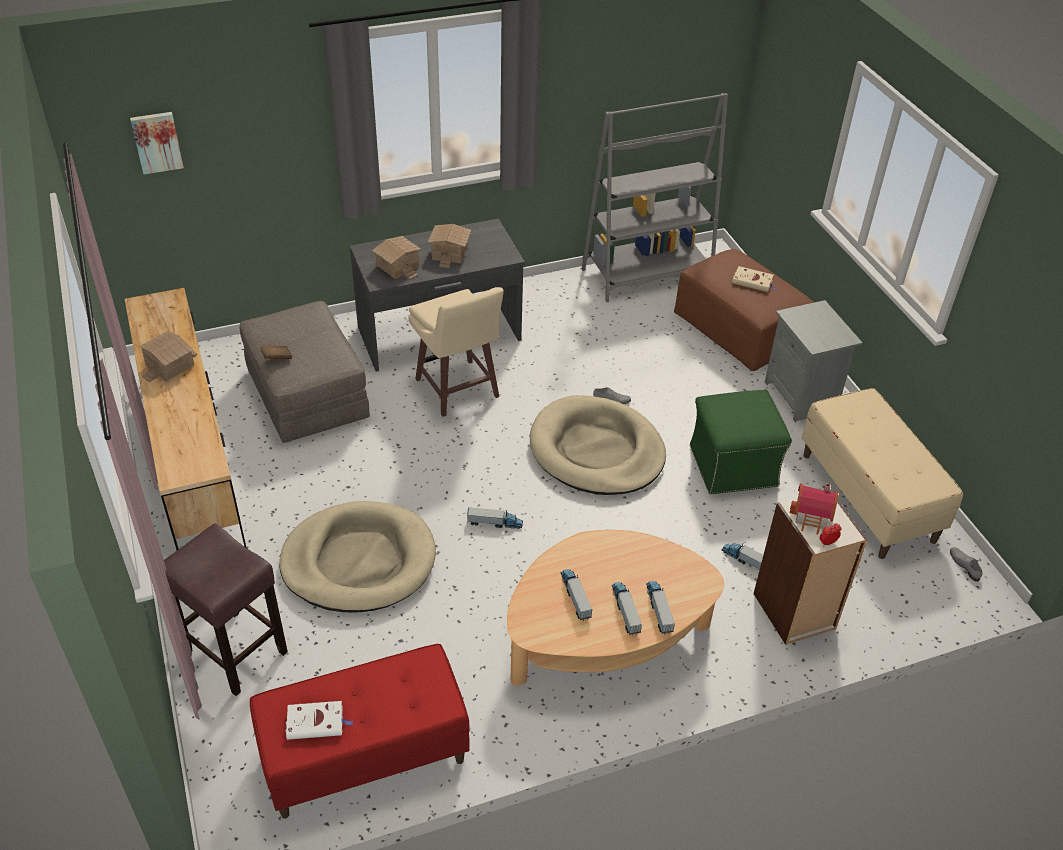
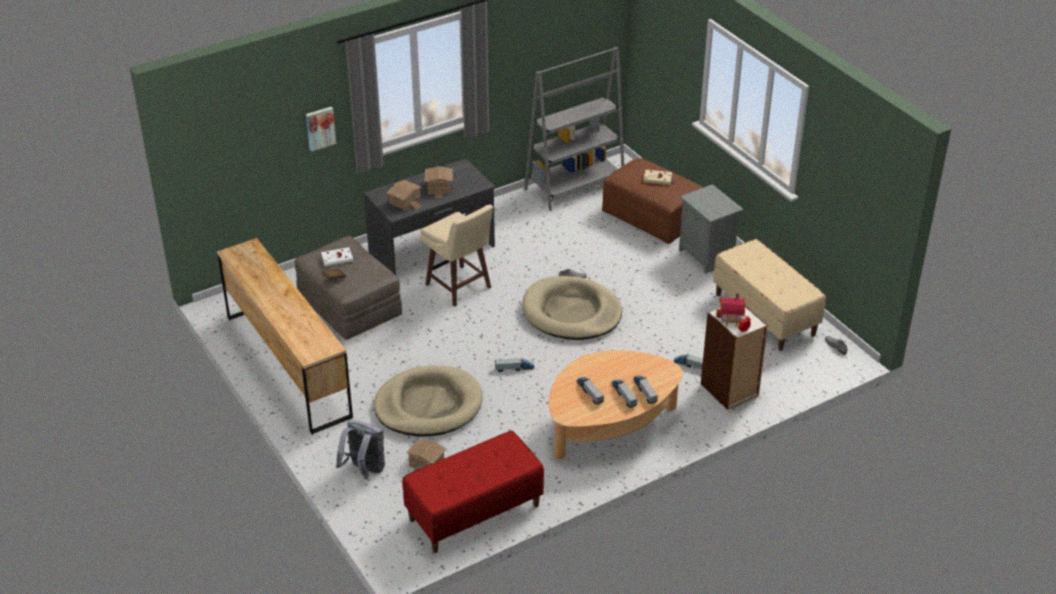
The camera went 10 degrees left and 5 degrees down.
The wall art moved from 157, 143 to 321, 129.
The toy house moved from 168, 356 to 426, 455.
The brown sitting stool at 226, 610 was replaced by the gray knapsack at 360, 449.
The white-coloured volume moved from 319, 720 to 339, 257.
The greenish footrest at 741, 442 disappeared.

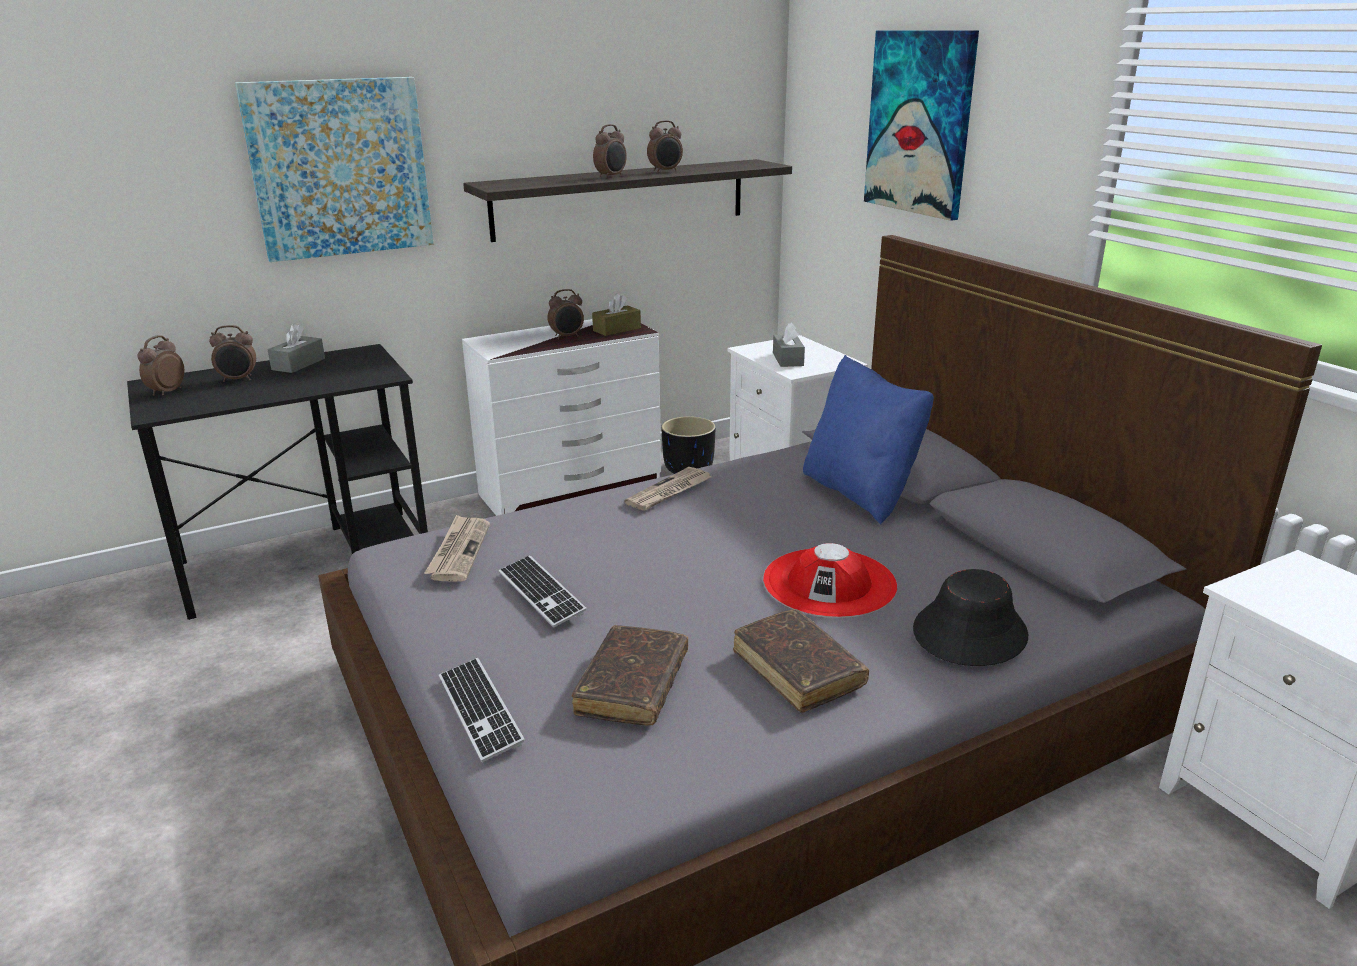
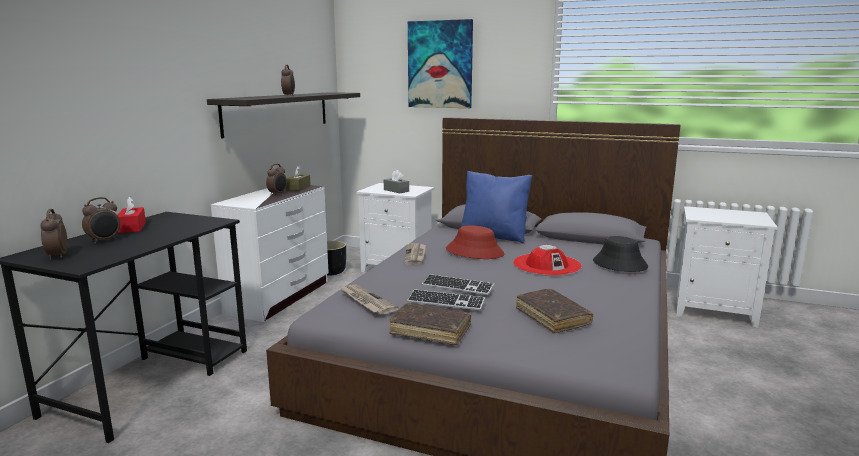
The camera went 40 degrees left and 10 degrees down.
The wall art at 334, 169 disappeared.
The gray tissue box at 296, 348 became the reddish tissue box at 131, 214.
The PC keyboard moved from 482, 710 to 458, 284.
The table clock at 665, 146 disappeared.
The brown volume moved from 801, 661 to 430, 324.
The reddish clothing hat at 475, 242 appeared.

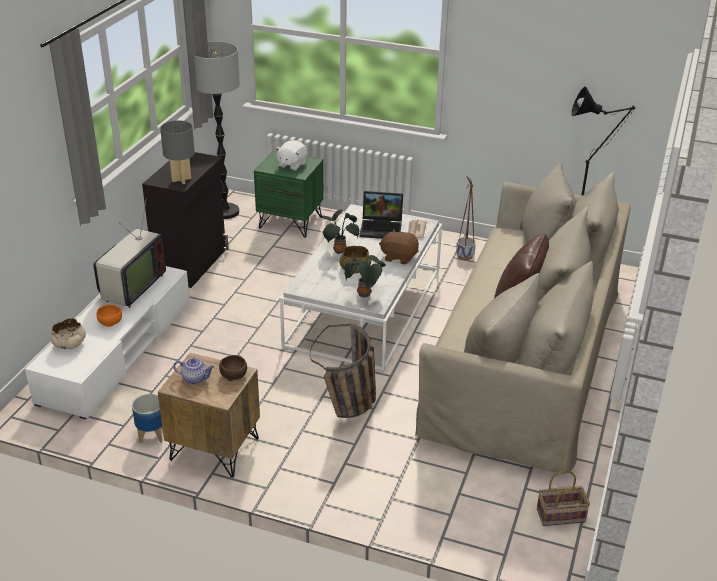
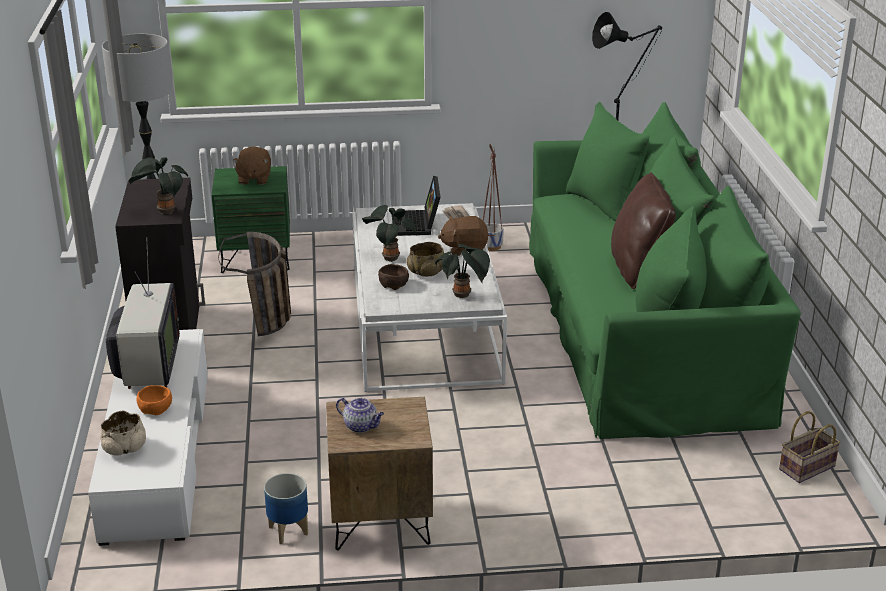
The camera went 25 degrees left and 5 degrees down.
The gray table lamp at 177, 152 was replaced by the potted plant at 158, 185.
The pot for tea at 193, 371 turned 45 degrees clockwise.
The brown serving bowl moved from 233, 368 to 393, 277.
The white-coloured soft toy at 291, 155 became the brown soft toy at 252, 165.
The basket moved from 343, 370 to 254, 284.
The laptop at 381, 215 turned 105 degrees clockwise.
The beige sofa at 523, 317 became the greenish sofa at 665, 270.

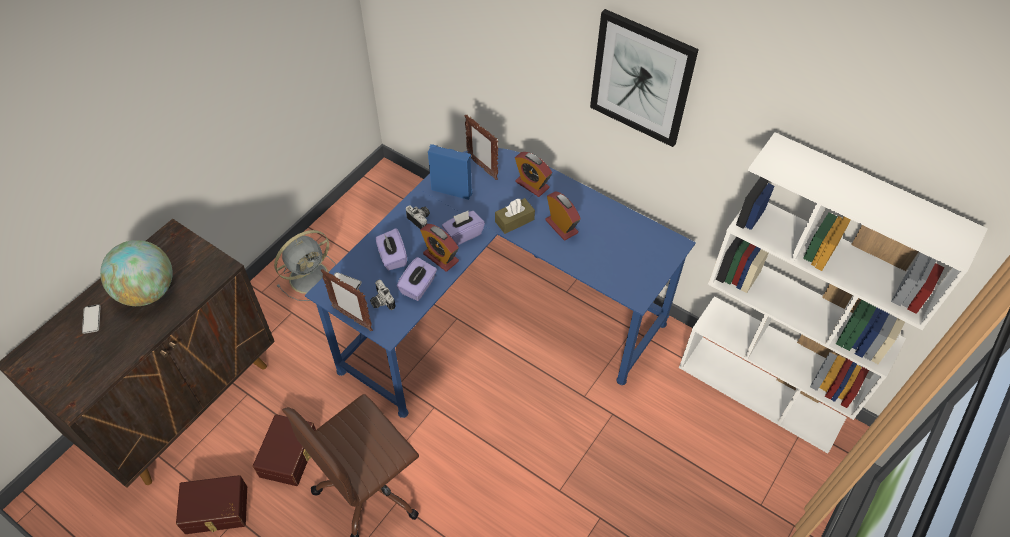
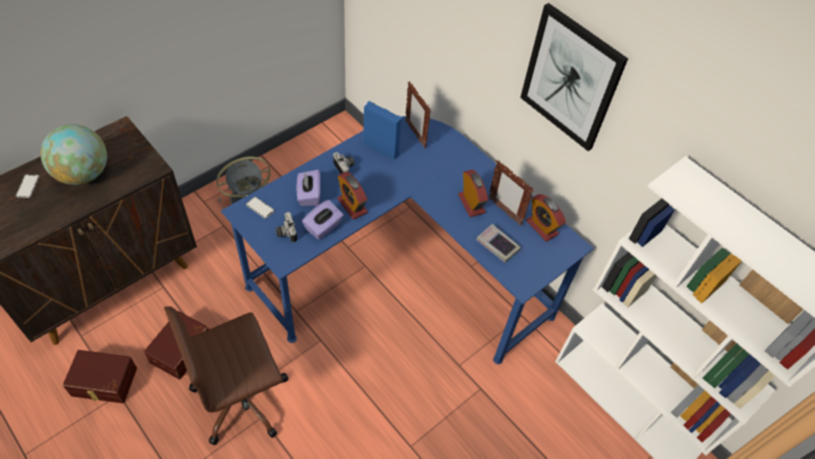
The camera went 10 degrees right and 0 degrees up.
The standing frame moved from 346, 300 to 511, 193.
The purplish tissue box at 463, 228 disappeared.
The brown tissue box at 515, 216 disappeared.
The table clock moved from 533, 174 to 546, 218.
The volume at 498, 243 appeared.

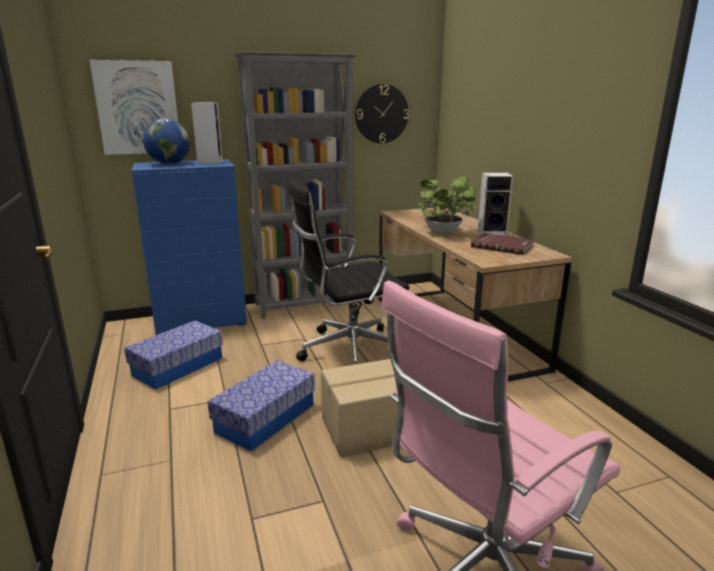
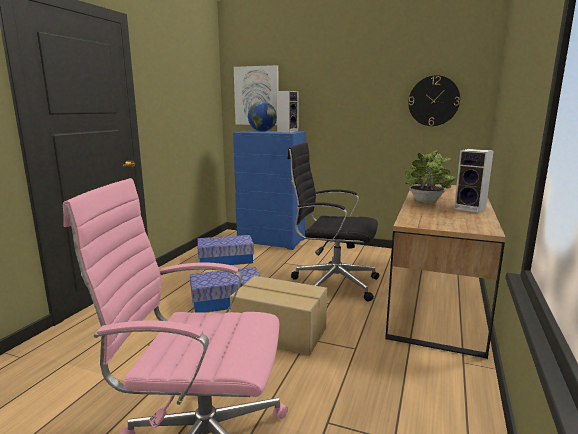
The camera went 40 degrees right and 5 degrees down.
The gray bookshelf at 295, 185 disappeared.
The reddish volume at 502, 244 disappeared.

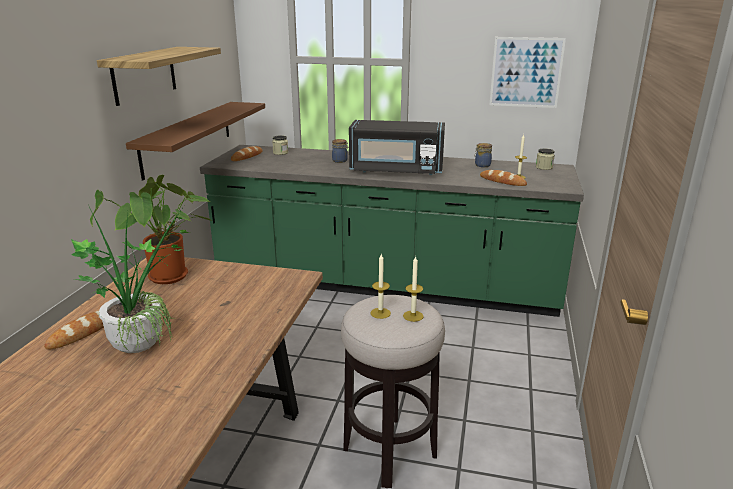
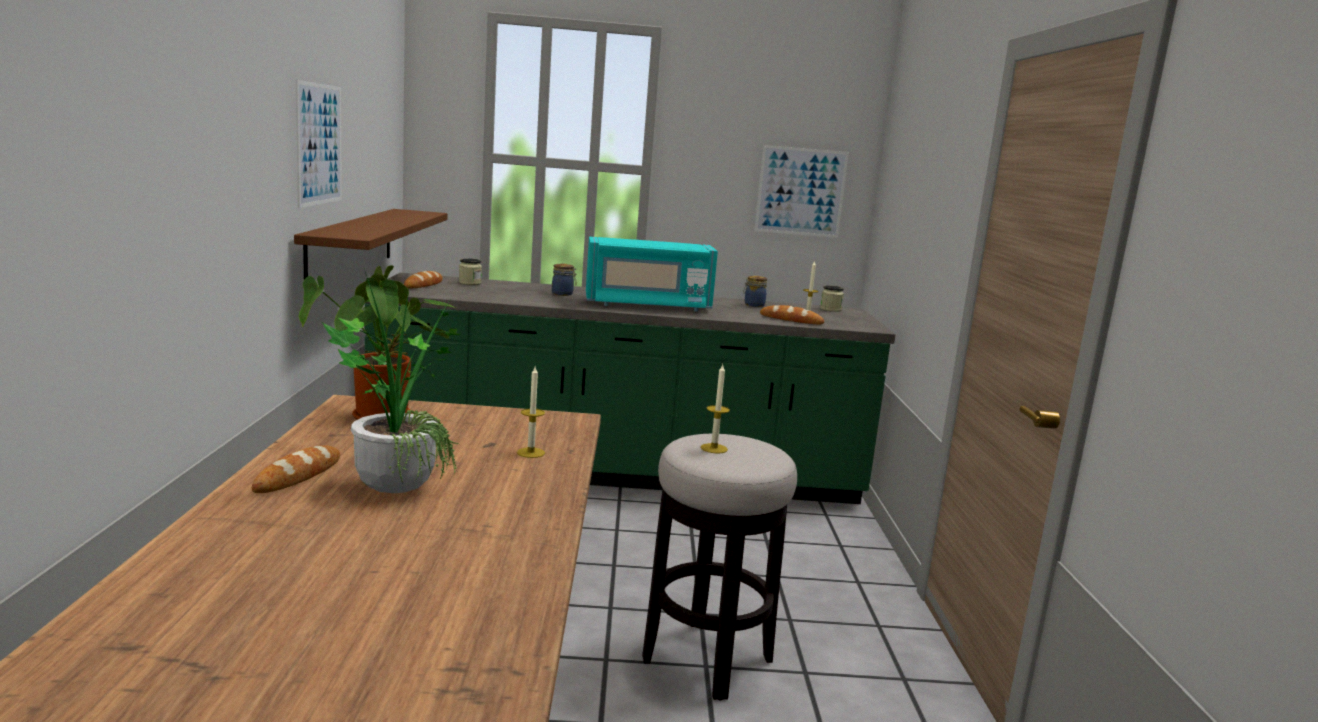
The camera went 15 degrees left and 10 degrees down.
The shelf at 159, 76 was replaced by the wall art at 318, 143.
The blackish kitchen microwave at 397, 147 became the turquoise kitchen microwave at 652, 274.
The wax light moved from 413, 289 to 531, 412.

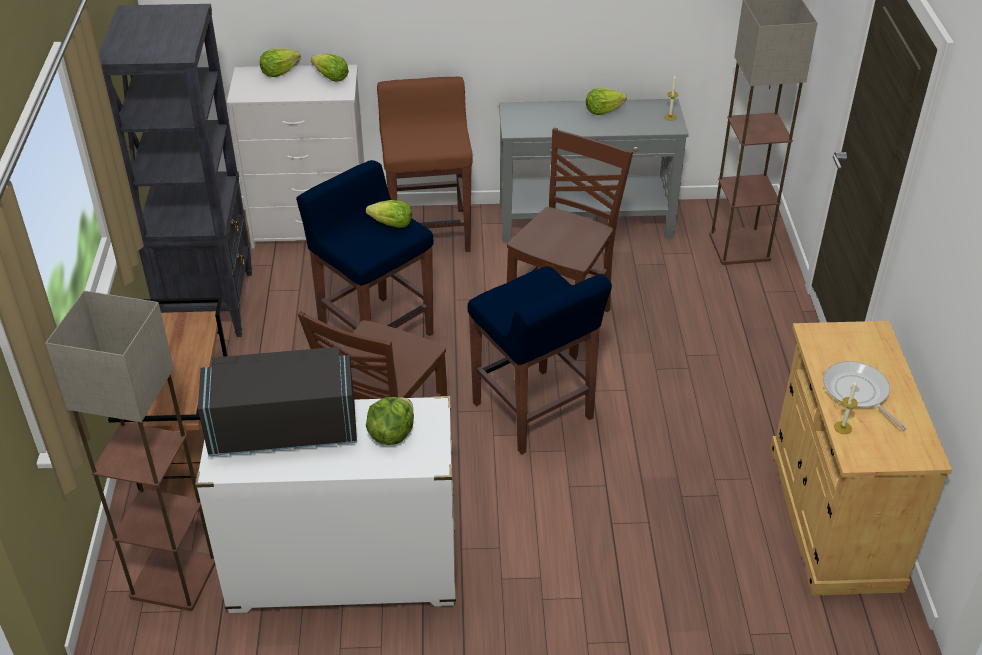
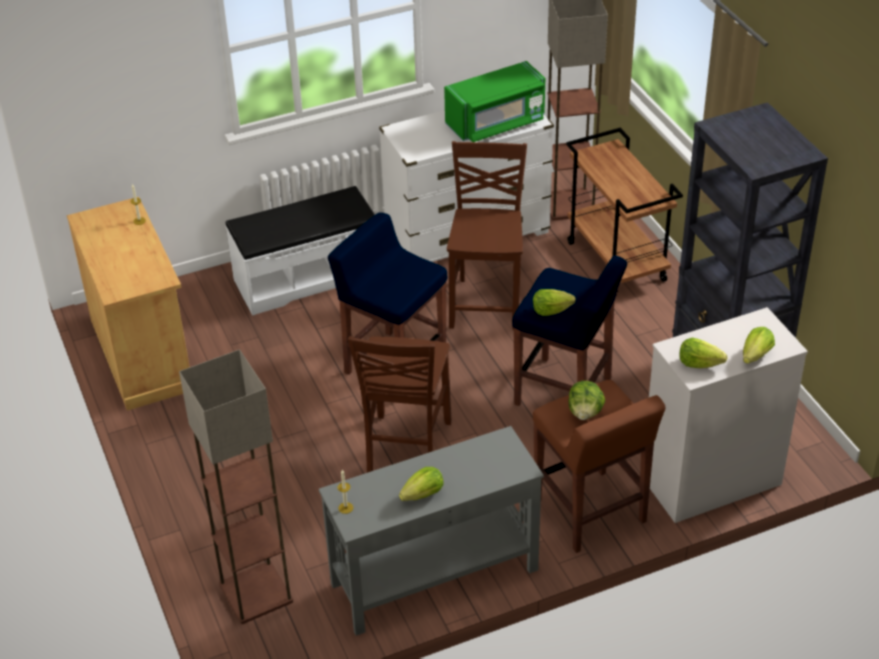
The camera went 160 degrees right and 0 degrees up.
The blackish kitchen microwave at 277, 401 became the greenish kitchen microwave at 494, 101.
The lettuce moved from 390, 421 to 586, 400.
The pan at 864, 396 disappeared.
The white-coloured long seat at 300, 251 appeared.

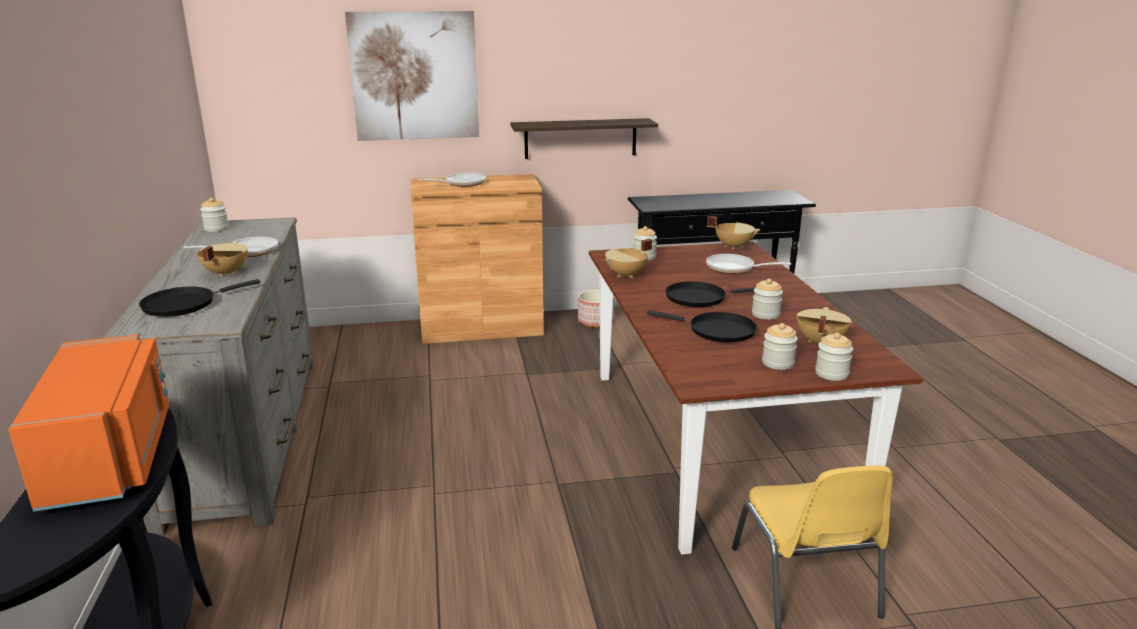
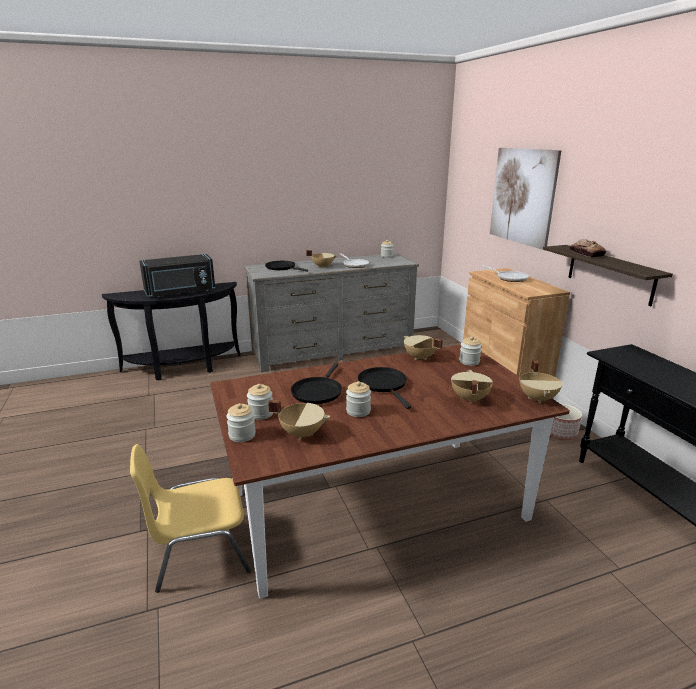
The camera went 80 degrees right and 0 degrees up.
The orange-coloured kitchen microwave at 88, 423 became the blackish kitchen microwave at 177, 275.
The pan at 748, 264 was replaced by the beige saucepot at 472, 386.
The baked bread at 588, 248 appeared.

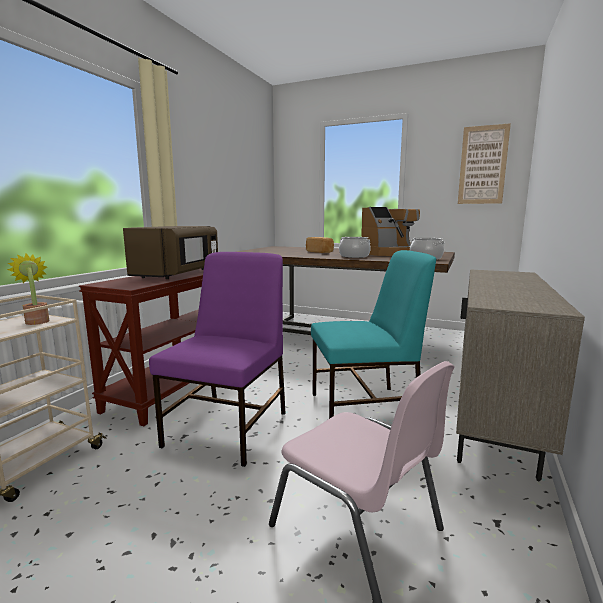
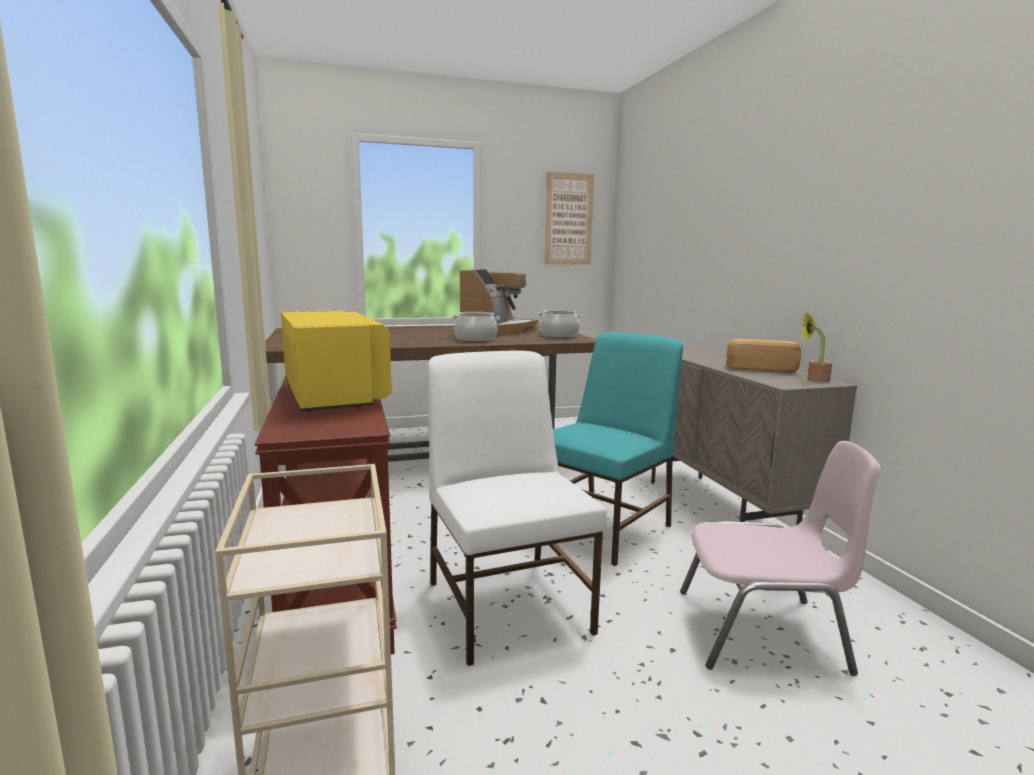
The camera went 40 degrees left and 0 degrees up.
The potted plant moved from 28, 289 to 816, 347.
The brown kitchen microwave at 170, 252 became the yellow-coloured kitchen microwave at 336, 361.
The purplish plain chair at 217, 359 became the white-coloured plain chair at 517, 508.
The baked bread moved from 320, 245 to 764, 356.

